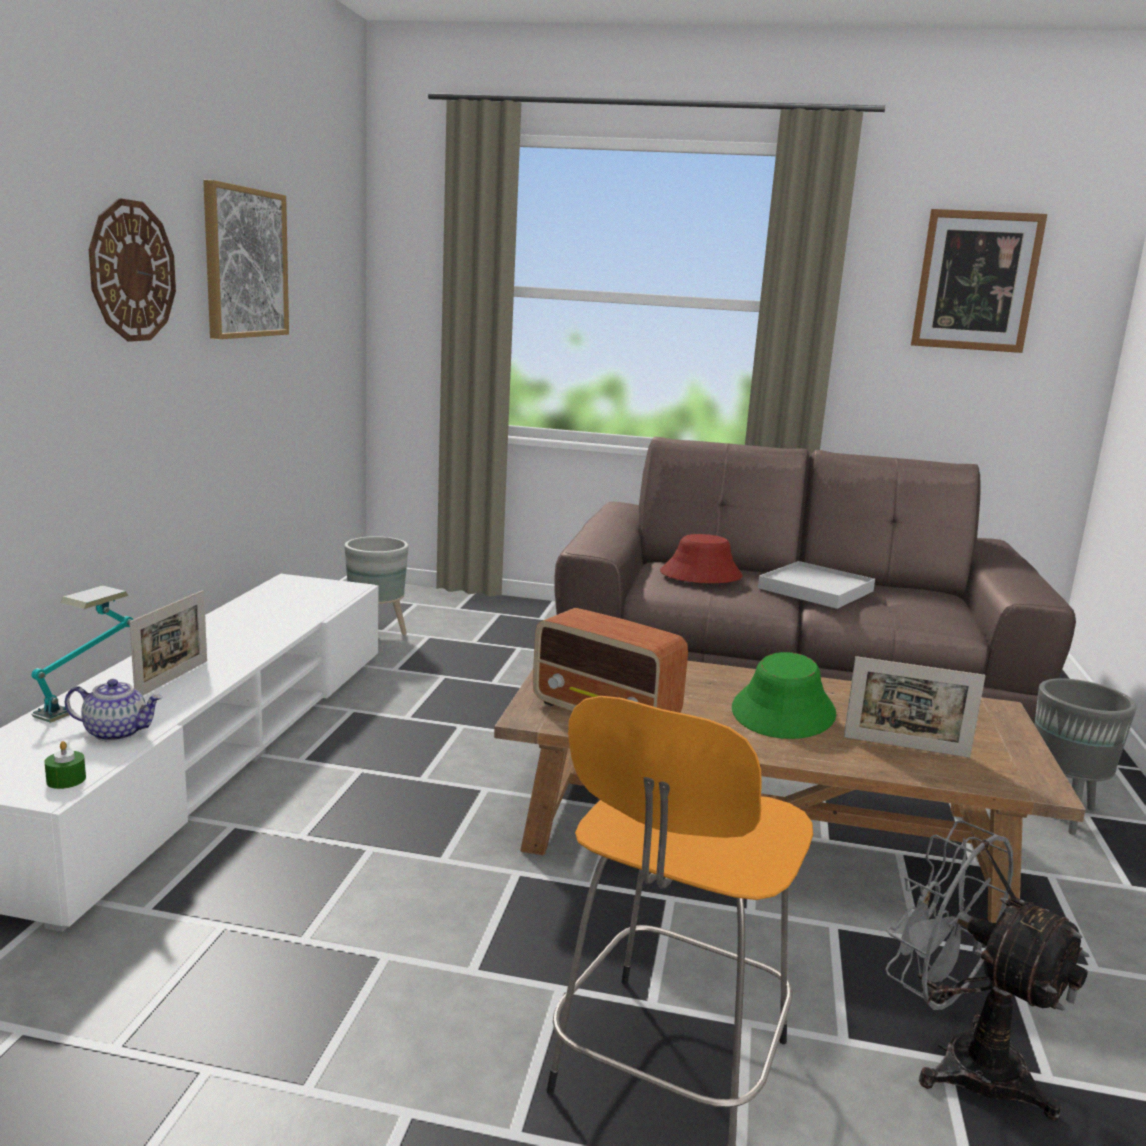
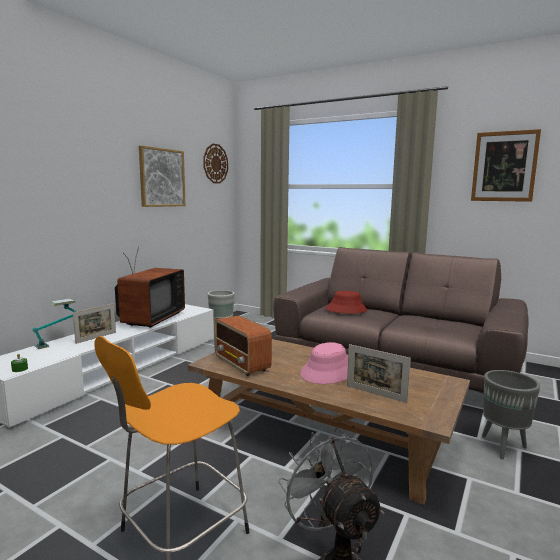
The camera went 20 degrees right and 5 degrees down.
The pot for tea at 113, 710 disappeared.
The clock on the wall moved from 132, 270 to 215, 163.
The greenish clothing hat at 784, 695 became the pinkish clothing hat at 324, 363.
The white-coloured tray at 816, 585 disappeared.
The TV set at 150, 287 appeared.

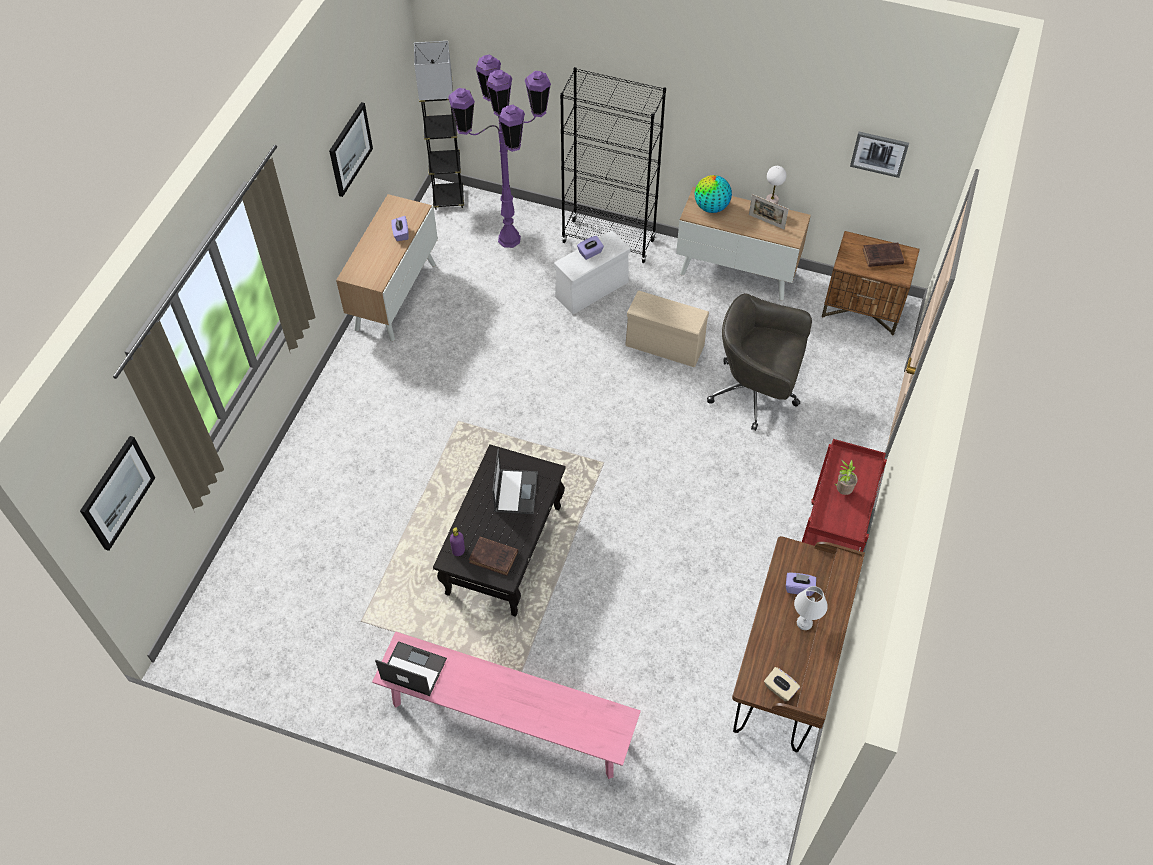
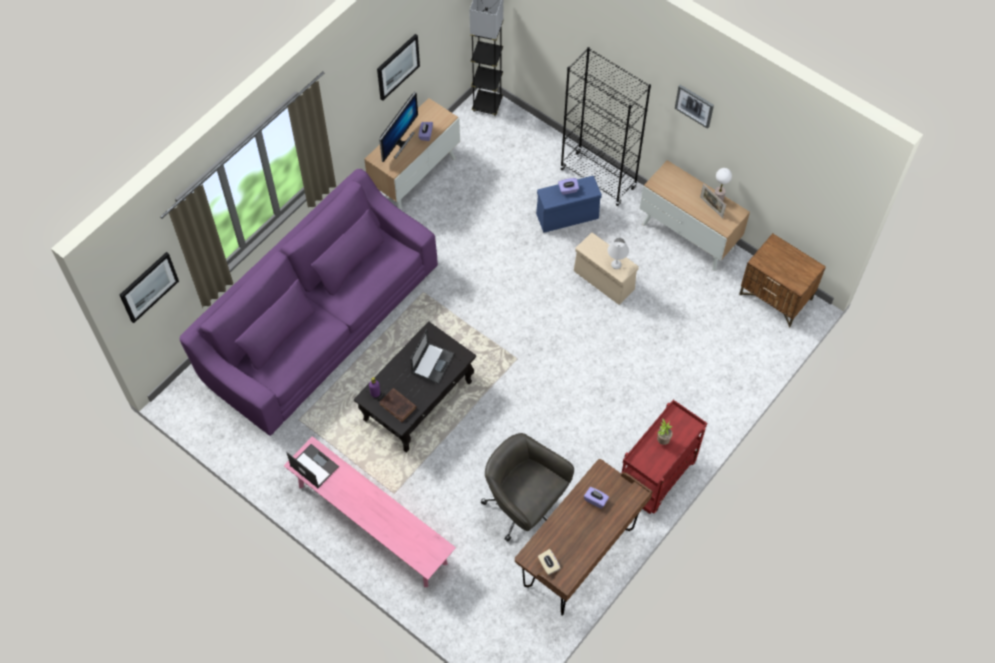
The camera went 20 degrees right and 5 degrees up.
The purplish floor lamp at 499, 151 disappeared.
The white-coloured storage container at 592, 272 became the blue storage container at 569, 204.
The desk globe at 713, 194 disappeared.
The gray desk chair moved from 759, 362 to 527, 487.
The white-coloured table lamp moved from 811, 608 to 618, 253.
The wall art moved from 879, 155 to 694, 107.
The brown volume at 883, 255 disappeared.
The purplish sofa at 309, 302 appeared.
The computer screen at 398, 127 appeared.

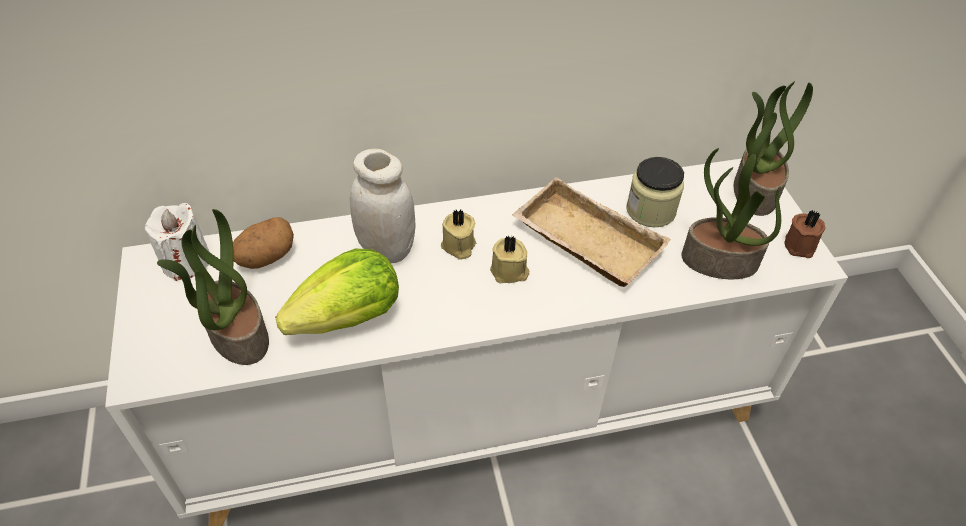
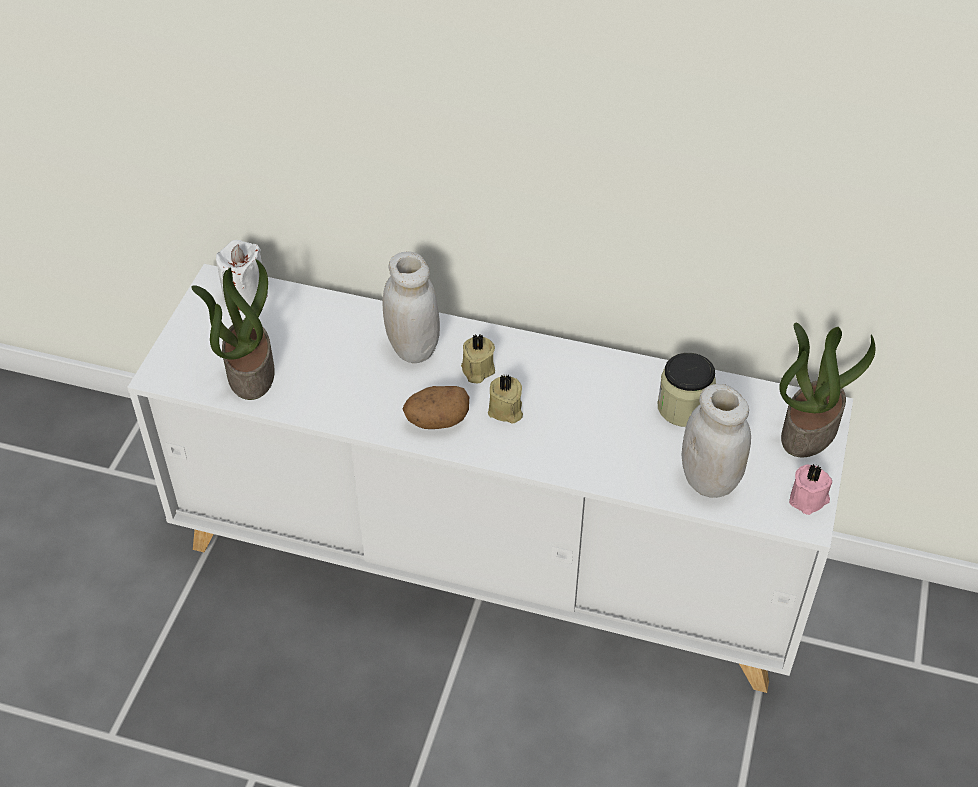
The camera went 30 degrees right and 0 degrees up.
The whole potato moved from 263, 243 to 436, 407.
The lettuce at 337, 292 disappeared.
The beige tray at 591, 232 disappeared.
The potted plant at 731, 213 was replaced by the white-coloured jar at 716, 441.
The brown wax light at 805, 234 became the pinkish wax light at 810, 489.

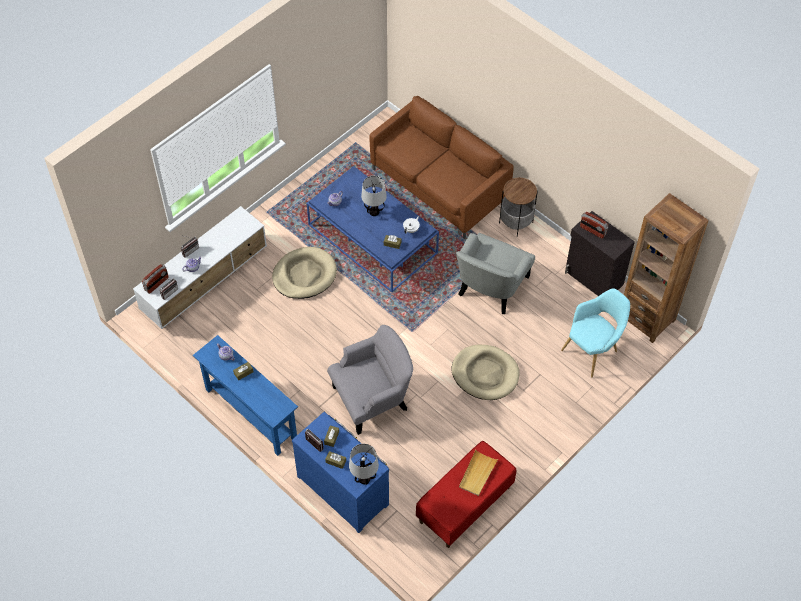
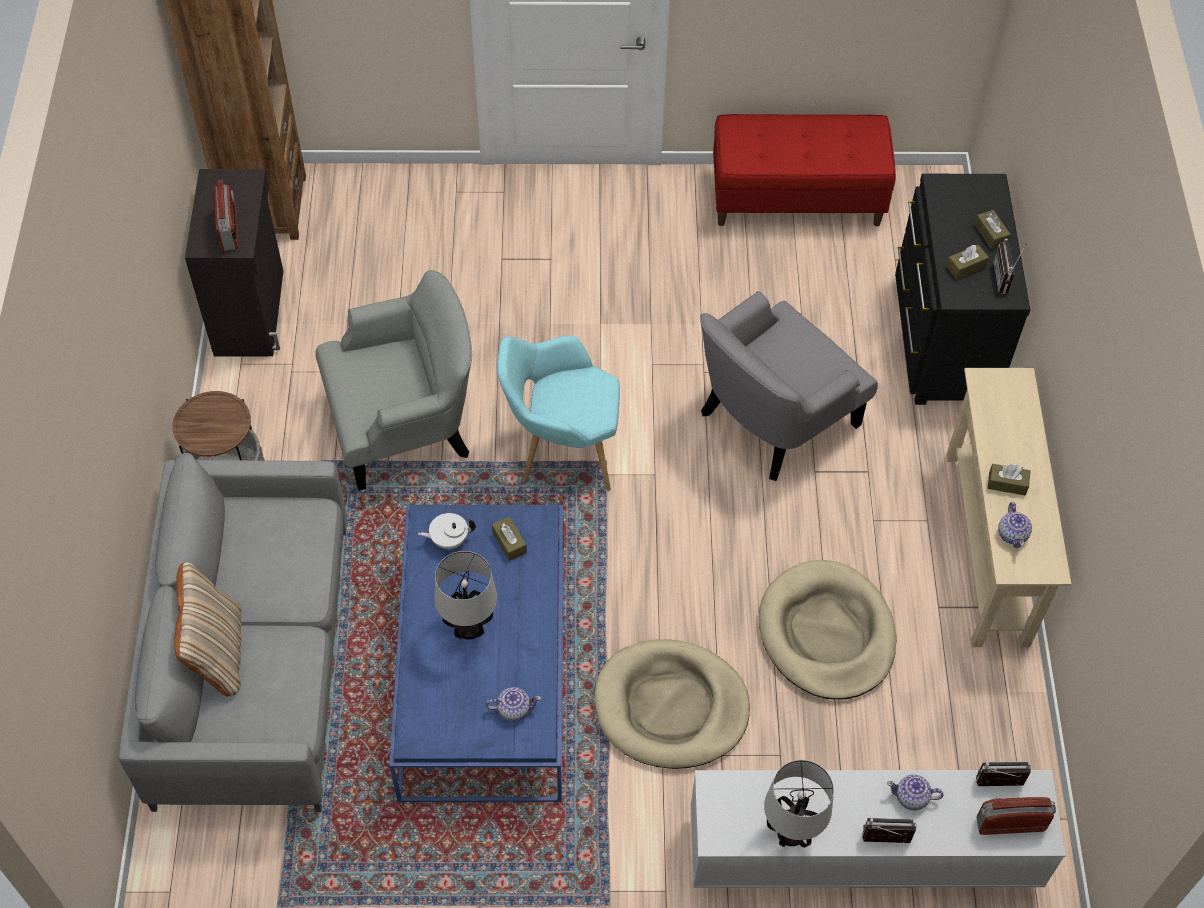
The camera went 135 degrees left and 0 degrees up.
The blue narrow table at 245, 395 became the beige narrow table at 1008, 507.
The blue dresser at 340, 472 became the blackish dresser at 962, 289.
The gray easy chair at 370, 380 turned 60 degrees counterclockwise.
The table lamp moved from 364, 464 to 799, 804.
The brown sofa at 441, 167 became the gray sofa at 232, 632.
The beige pet bed moved from 486, 372 to 827, 630.
The beige tray at 478, 473 disappeared.
The turquoise easy chair moved from 595, 333 to 558, 413.
The beige cushion at 208, 629 appeared.

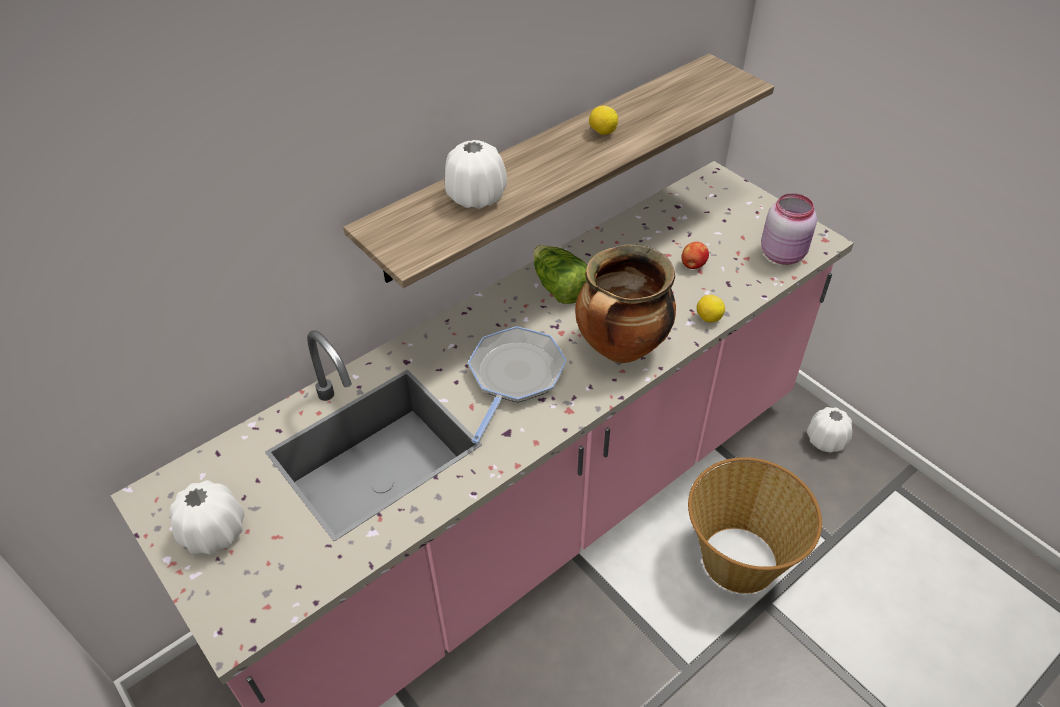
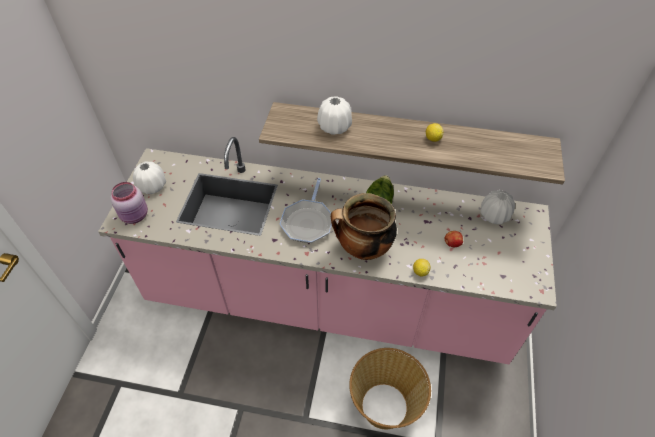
The camera went 50 degrees right and 5 degrees up.
The pan at 517, 385 turned 120 degrees clockwise.
The pinkish jar moved from 789, 229 to 129, 203.
The white-coloured vase moved from 829, 430 to 498, 207.

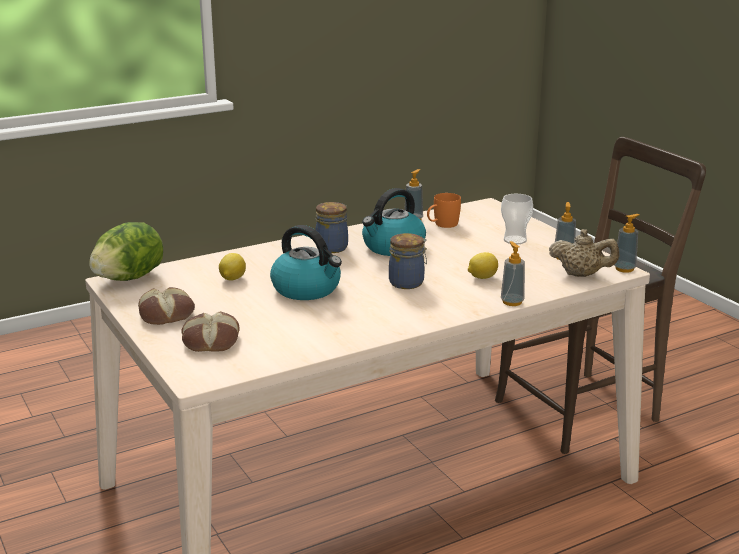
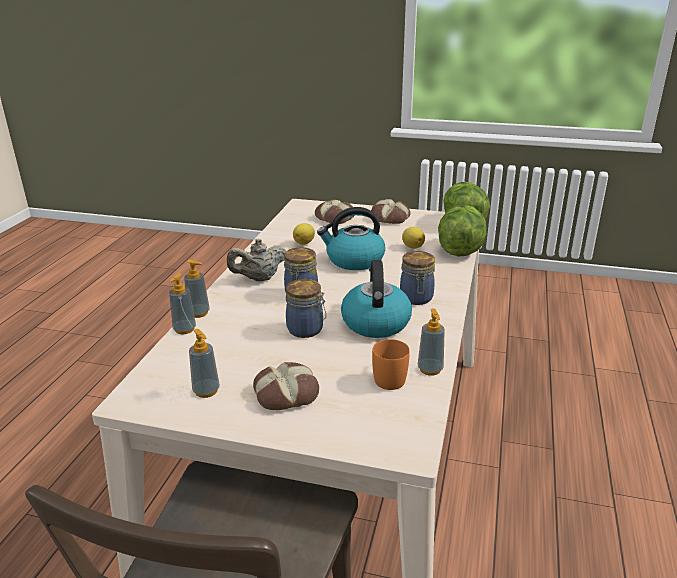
The camera went 135 degrees right and 5 degrees up.
The whole lemon moved from 483, 265 to 304, 234.
The cup at 517, 219 was replaced by the baked bread at 286, 386.
The beige pot for tea moved from 584, 253 to 256, 260.
The soap dispenser moved from 627, 243 to 182, 303.
The jar at 306, 308 appeared.
The lettuce at 462, 231 appeared.

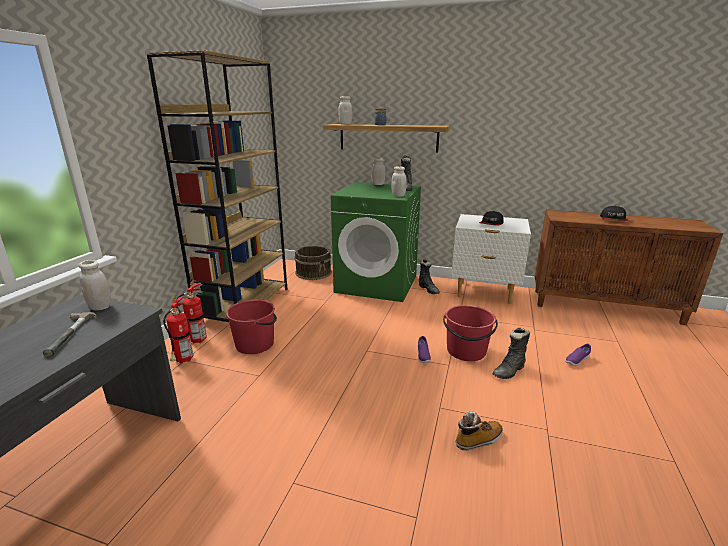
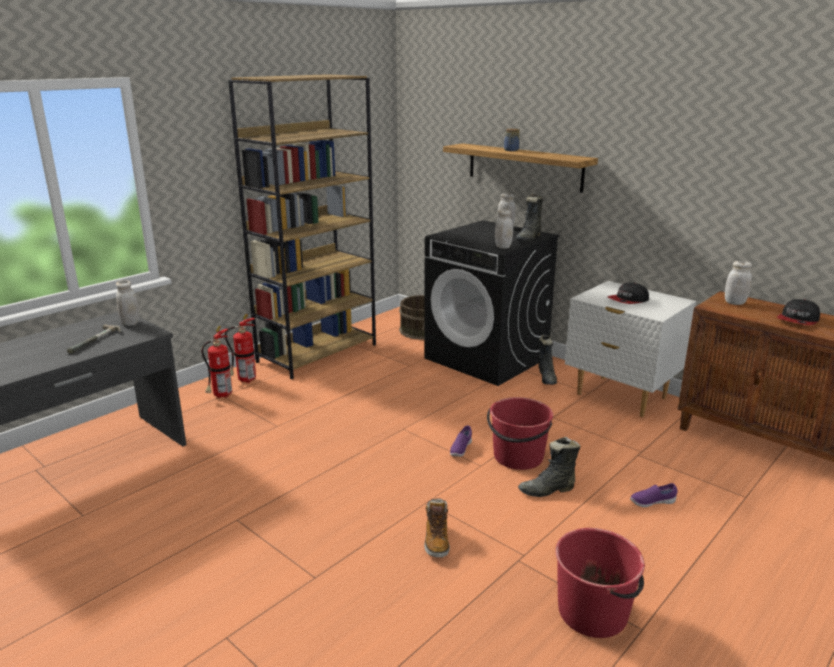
The camera went 25 degrees right and 0 degrees up.
The reddish bucket moved from 251, 326 to 600, 583.
The greenish laundry machine at 376, 242 became the blackish laundry machine at 492, 303.
The white-coloured jar moved from 345, 110 to 738, 283.
The boot at 479, 430 turned 90 degrees clockwise.

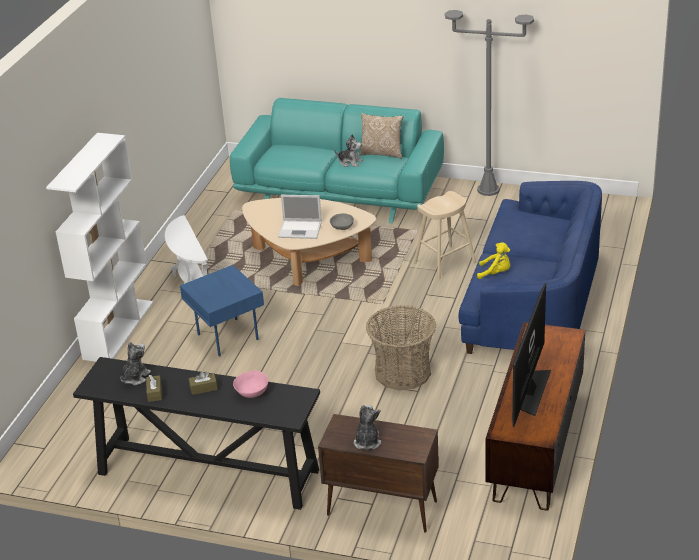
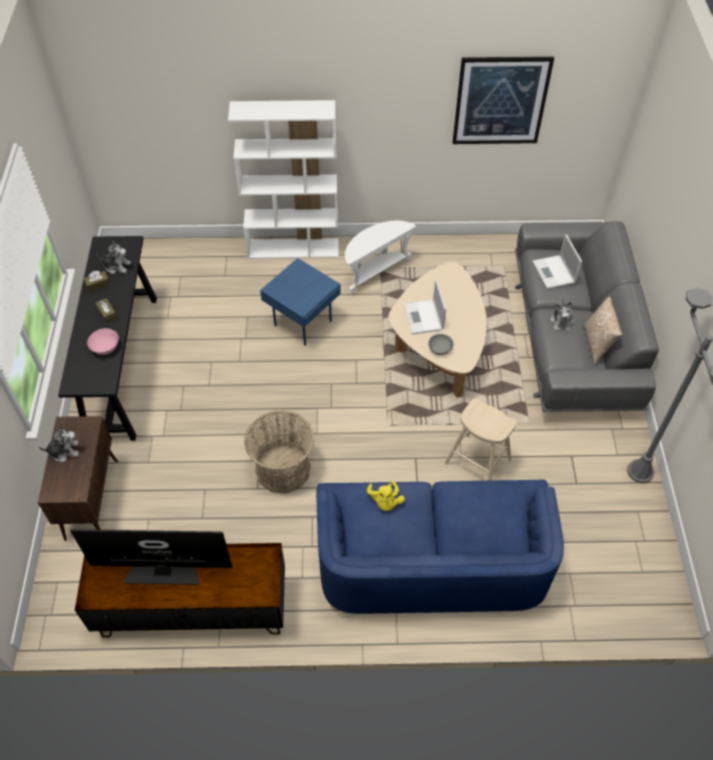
The camera went 70 degrees right and 20 degrees up.
The turquoise sofa at 337, 160 became the gray sofa at 587, 316.
The wall art at 503, 100 appeared.
The laptop at 557, 261 appeared.

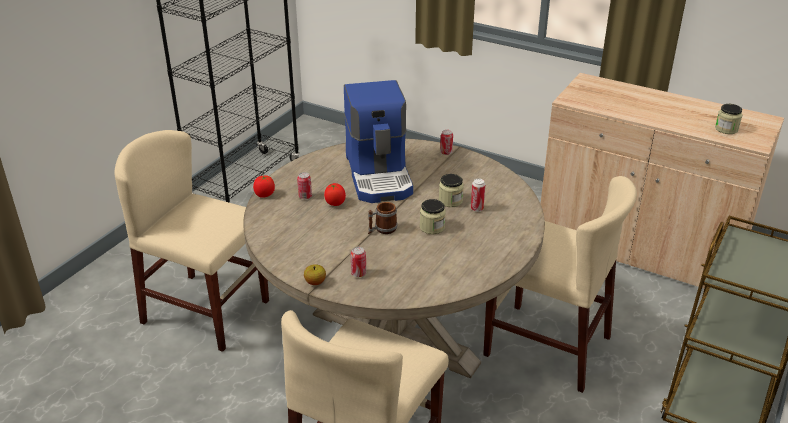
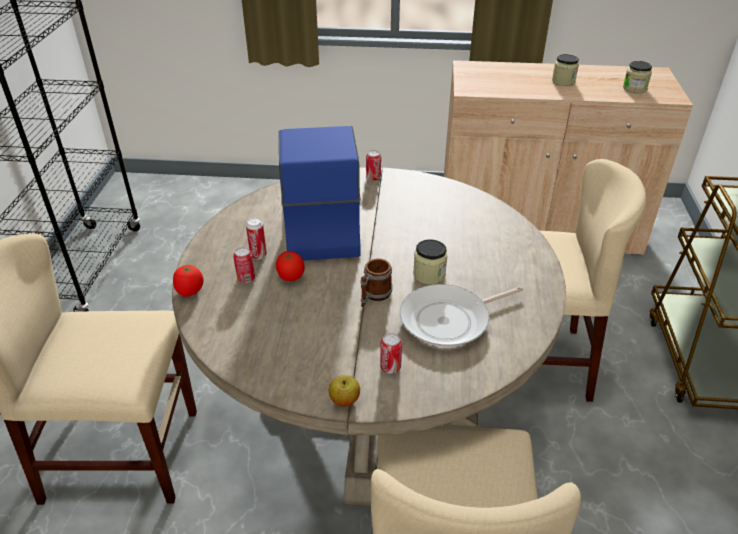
The camera went 25 degrees left and 5 degrees up.
The coffee brewer at 378, 141 turned 150 degrees counterclockwise.
The jar moved from 451, 190 to 565, 70.
The sealed can moved from 478, 195 to 256, 238.
The pan at 461, 315 appeared.

